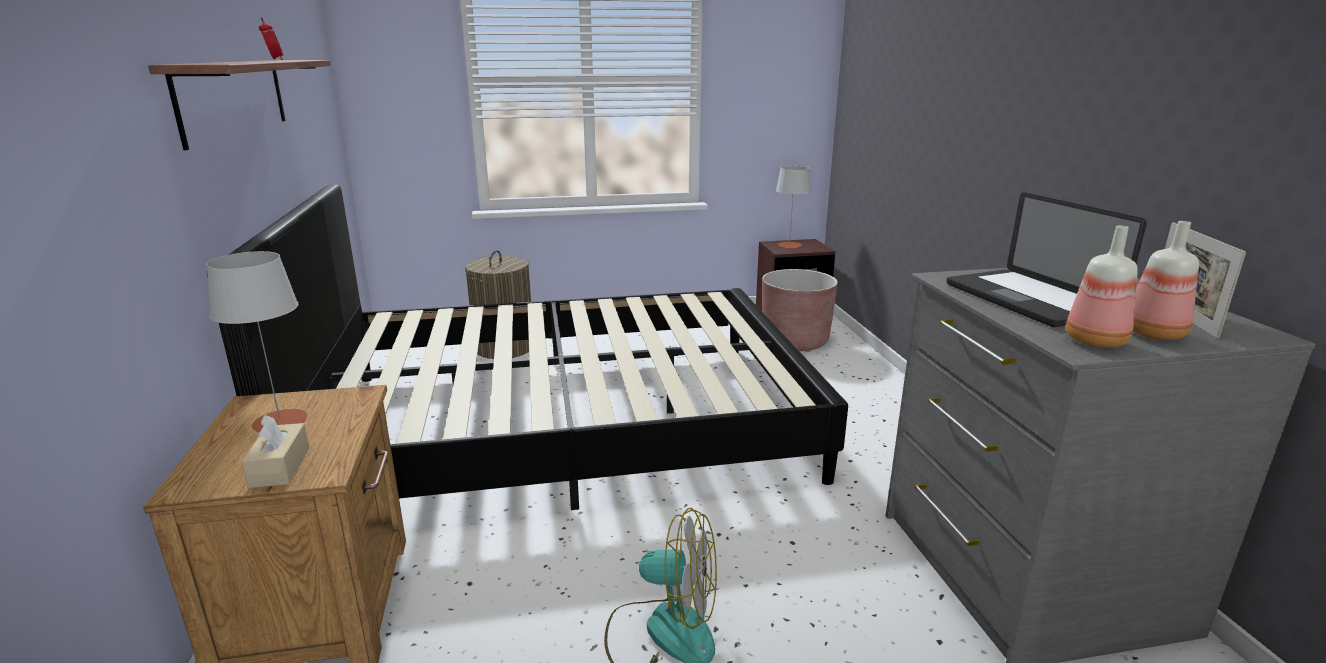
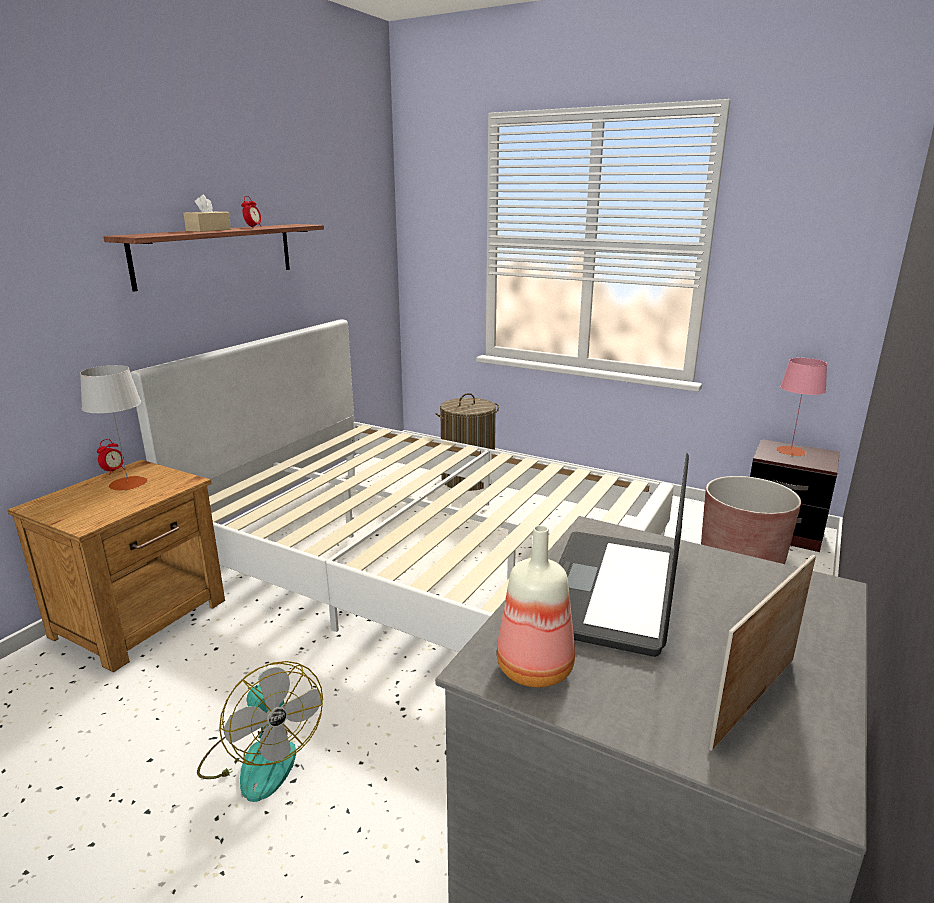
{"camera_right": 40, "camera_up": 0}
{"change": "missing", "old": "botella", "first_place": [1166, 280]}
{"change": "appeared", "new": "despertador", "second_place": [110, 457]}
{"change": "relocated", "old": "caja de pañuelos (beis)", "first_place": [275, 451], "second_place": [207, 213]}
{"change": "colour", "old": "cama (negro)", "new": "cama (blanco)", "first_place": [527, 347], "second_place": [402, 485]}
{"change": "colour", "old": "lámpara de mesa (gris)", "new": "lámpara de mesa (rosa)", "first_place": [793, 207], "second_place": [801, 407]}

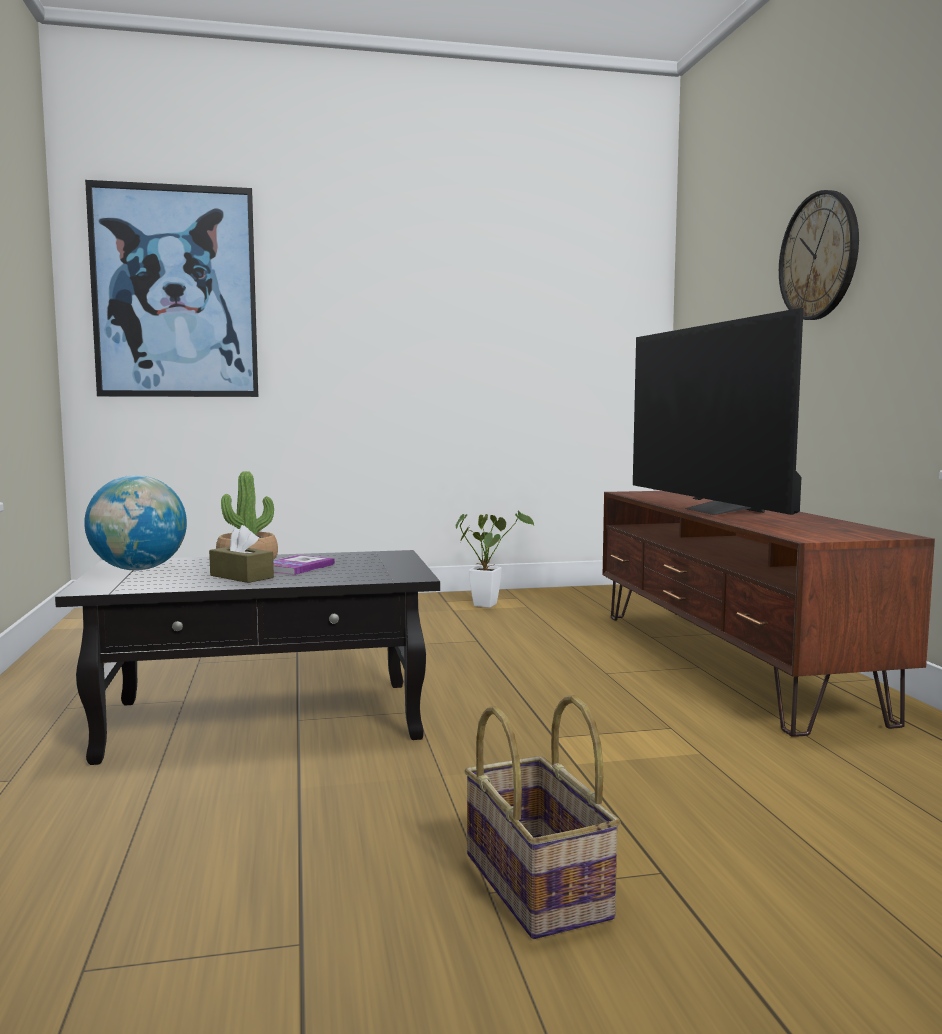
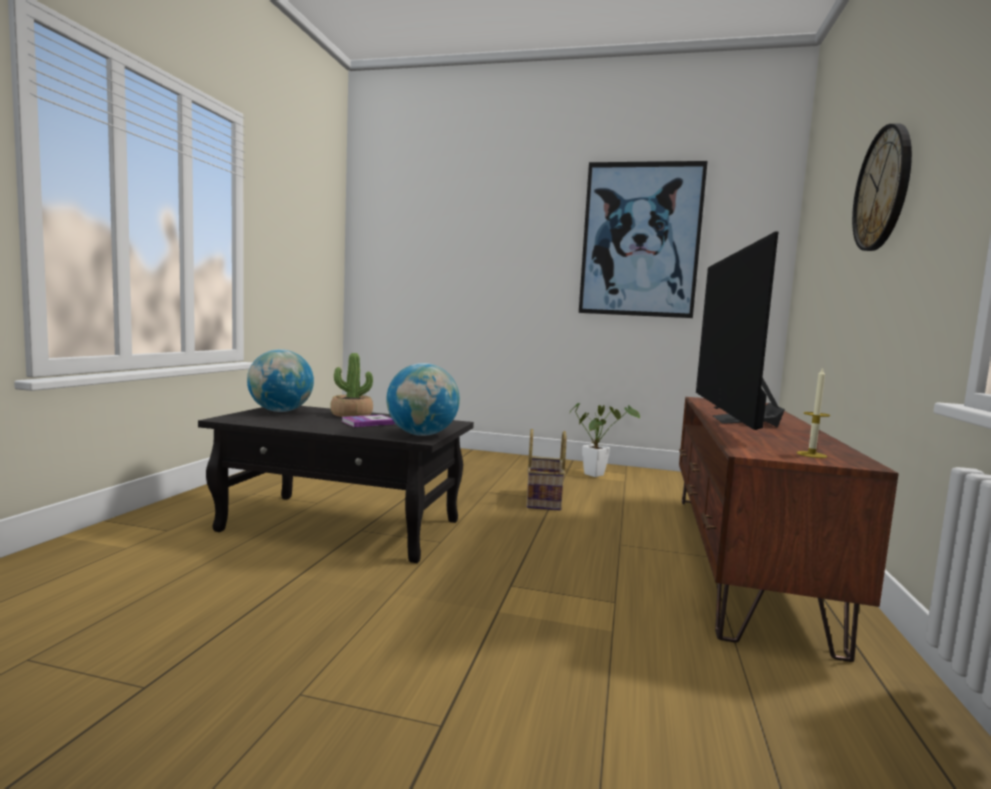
{"camera_right": 25, "camera_up": 0}
{"change": "missing", "old": "caja de pañuelos (marrón)", "first_place": [241, 554]}
{"change": "appeared", "new": "globo terráqueo", "second_place": [423, 399]}
{"change": "appeared", "new": "vela", "second_place": [813, 412]}
{"change": "relocated", "old": "cuadro", "first_place": [171, 288], "second_place": [643, 239]}
{"change": "relocated", "old": "cesta", "first_place": [542, 817], "second_place": [546, 470]}

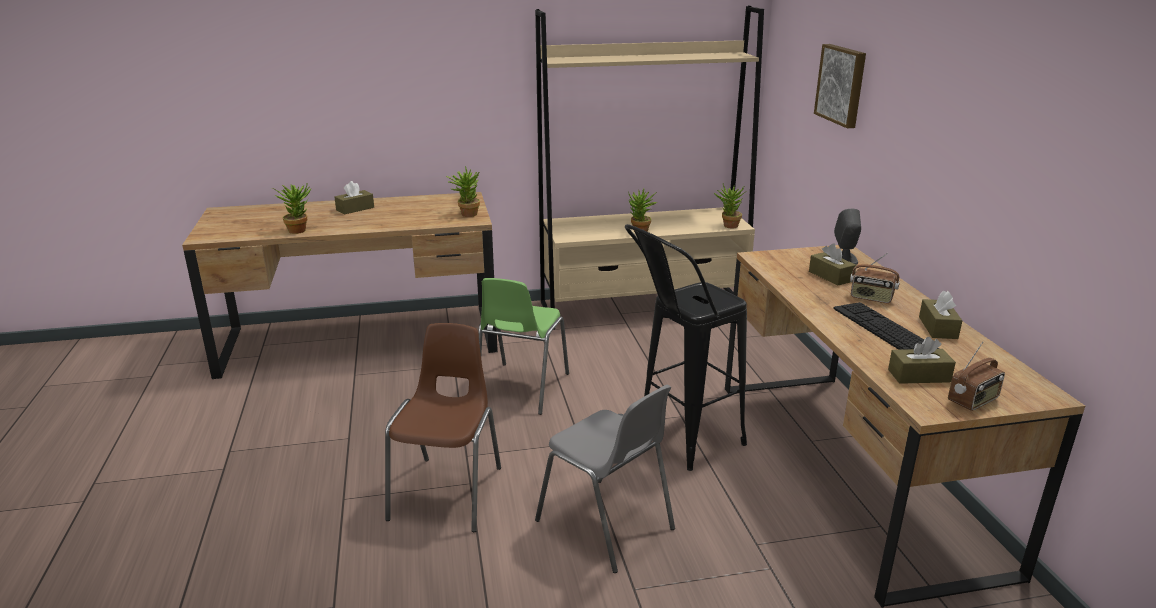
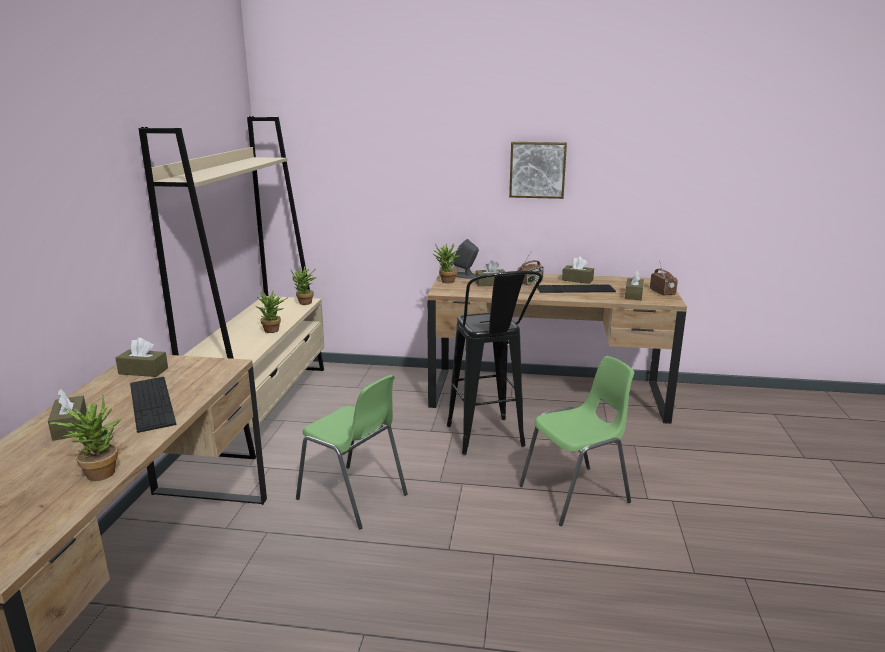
{"camera_right": -70, "camera_up": -5}
{"change": "missing", "old": "silla (marrón)", "first_place": [443, 427]}
{"change": "appeared", "new": "caja de pañuelos (marrón)", "second_place": [141, 357]}
{"change": "appeared", "new": "teclado", "second_place": [153, 405]}
{"change": "relocated", "old": "planta en maceta", "first_place": [463, 191], "second_place": [447, 263]}
{"change": "relocated", "old": "cuadro", "first_place": [840, 86], "second_place": [538, 170]}
{"change": "colour", "old": "silla (gris)", "new": "silla (verde)", "first_place": [605, 479], "second_place": [576, 441]}

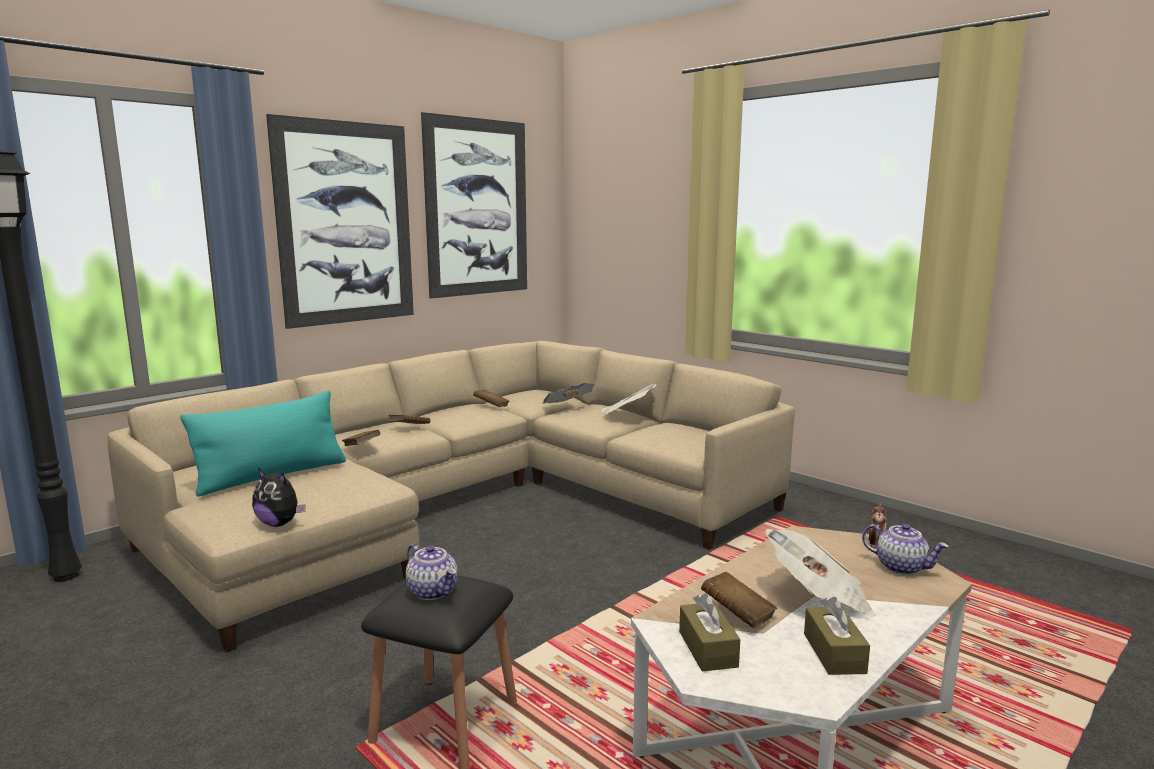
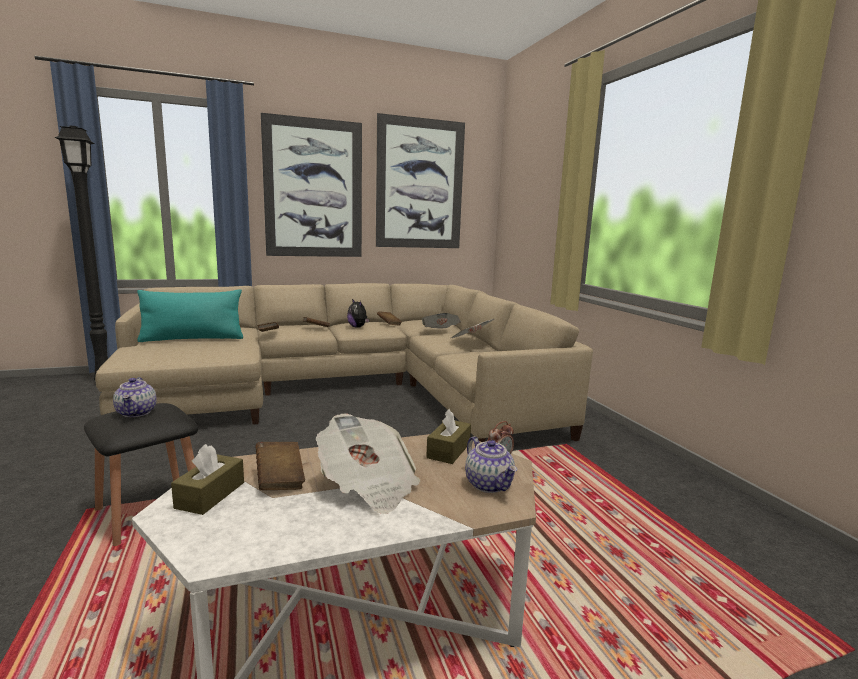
{"camera_right": 25, "camera_up": 0}
{"change": "relocated", "old": "peluche", "first_place": [279, 497], "second_place": [358, 313]}
{"change": "relocated", "old": "caja de pañuelos (marrón)", "first_place": [837, 636], "second_place": [448, 436]}

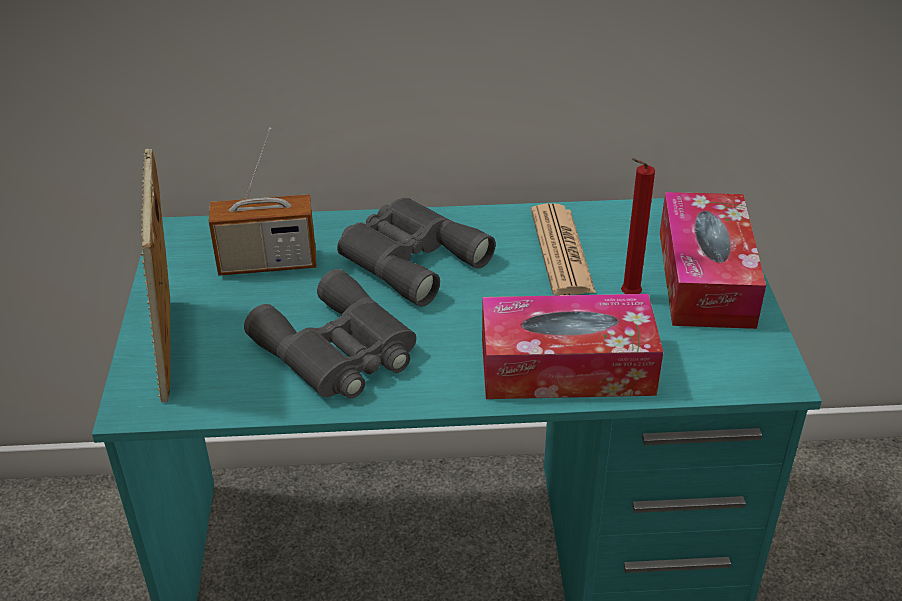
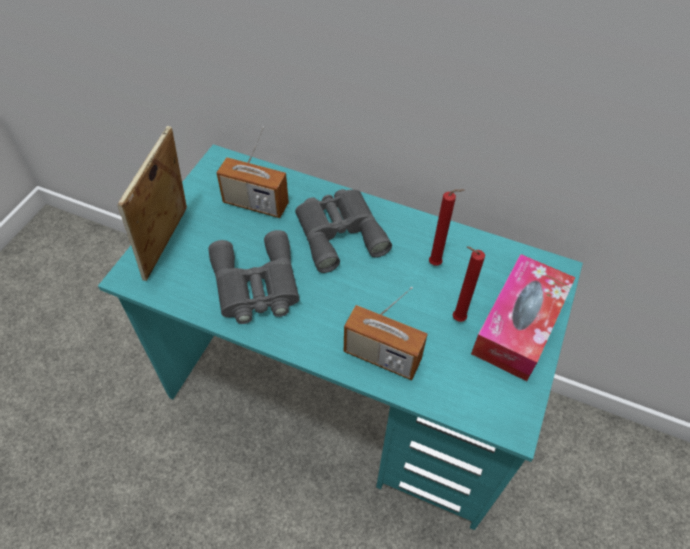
{"camera_right": 25, "camera_up": 15}
{"change": "exchanged", "old": "caja de pañuelos", "new": "radio", "first_place": [572, 346], "second_place": [386, 333]}
{"change": "exchanged", "old": "periódico", "new": "vela (rojo)", "first_place": [563, 249], "second_place": [446, 227]}

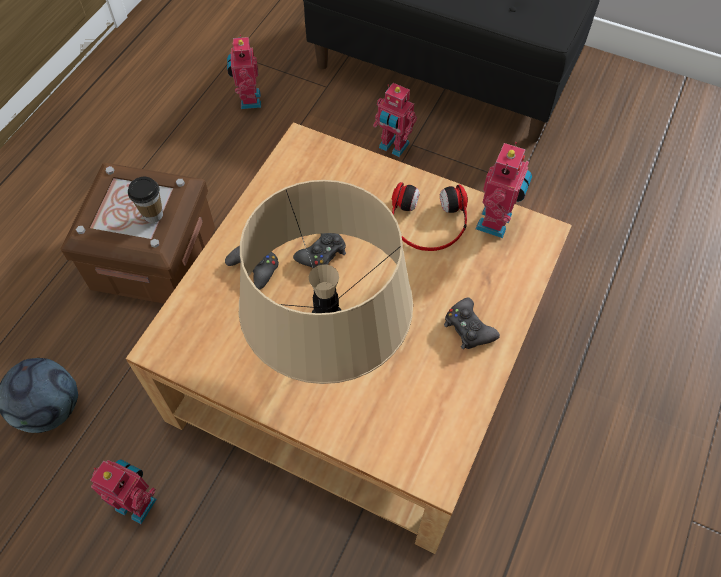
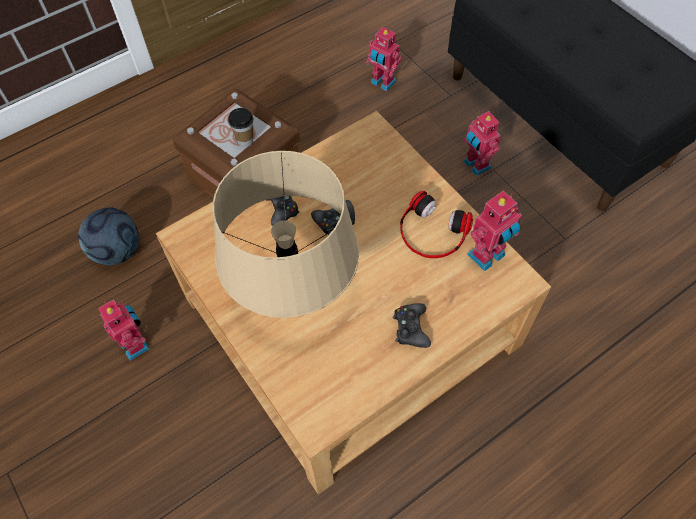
{"camera_right": 30, "camera_up": 0}
{"change": "spun", "old": "robot de juguete", "first_place": [244, 71], "second_place": [384, 59], "degrees": -75}

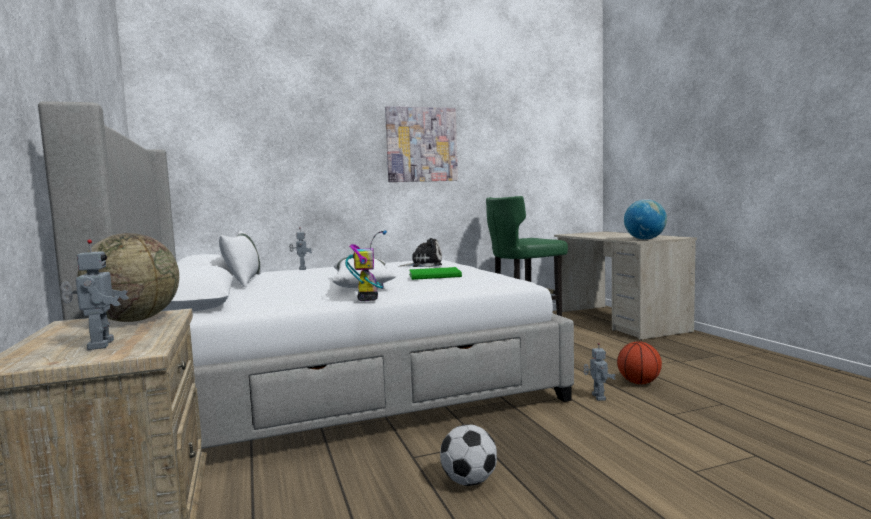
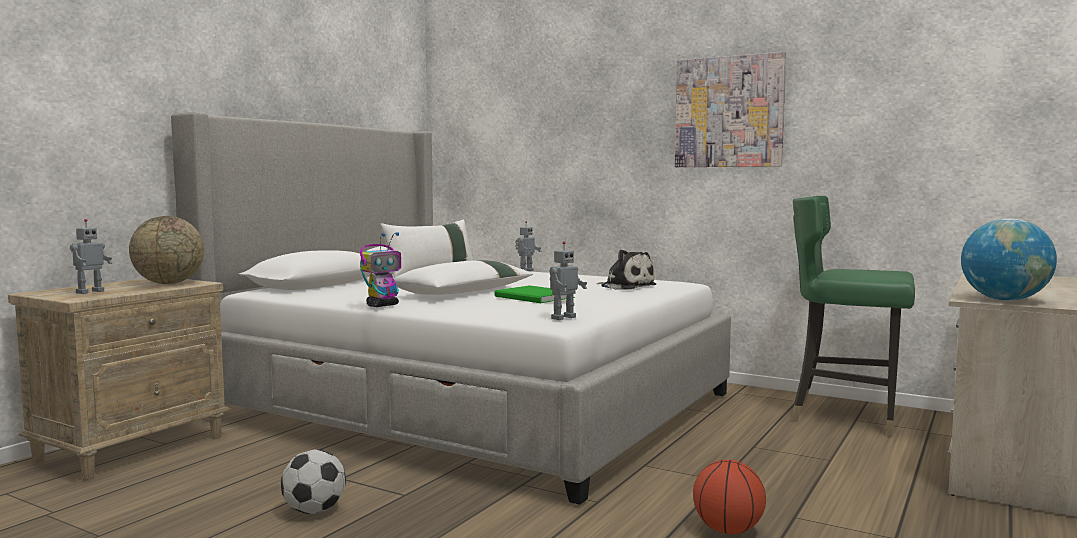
{"camera_right": 50, "camera_up": 0}
{"change": "relocated", "old": "robot de juguete", "first_place": [599, 372], "second_place": [568, 280]}

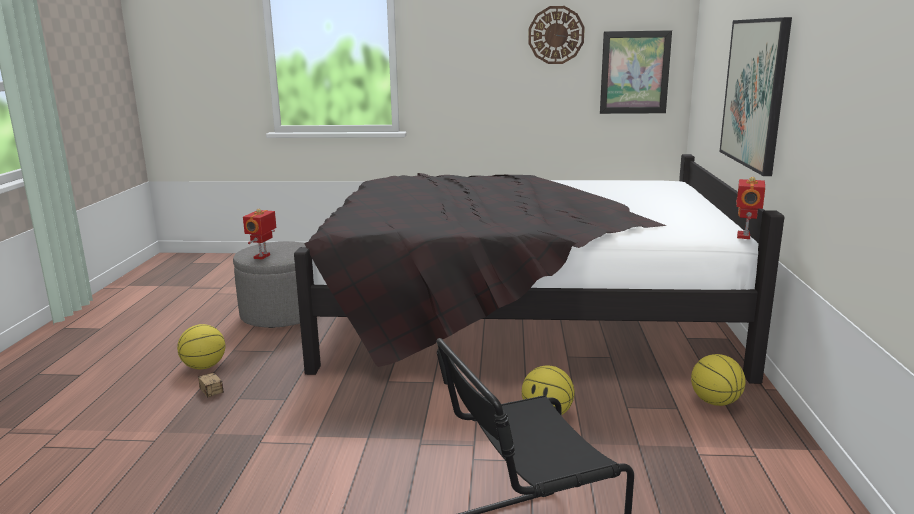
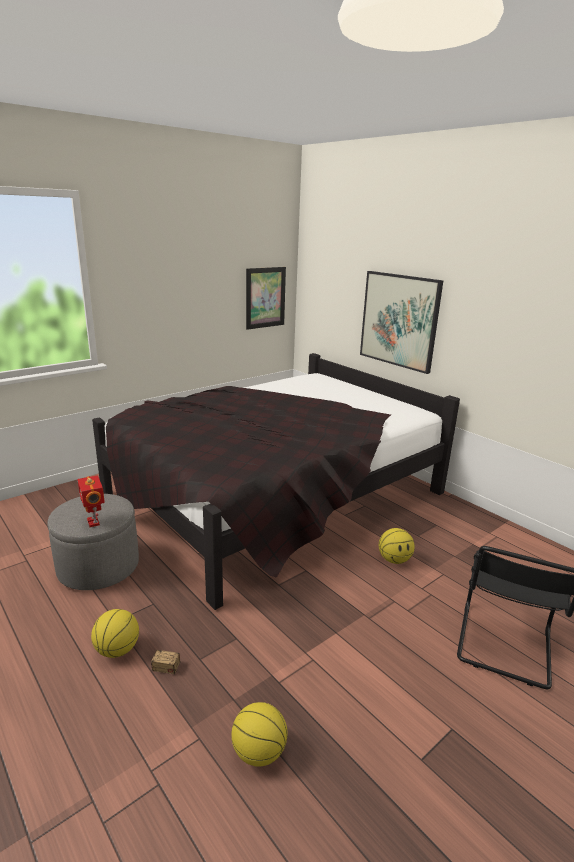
{"camera_right": -45, "camera_up": 5}
{"change": "missing", "old": "reloj de pared", "first_place": [556, 35]}
{"change": "missing", "old": "robot de juguete", "first_place": [750, 208]}
{"change": "relocated", "old": "balón de baloncesto", "first_place": [718, 380], "second_place": [259, 734]}

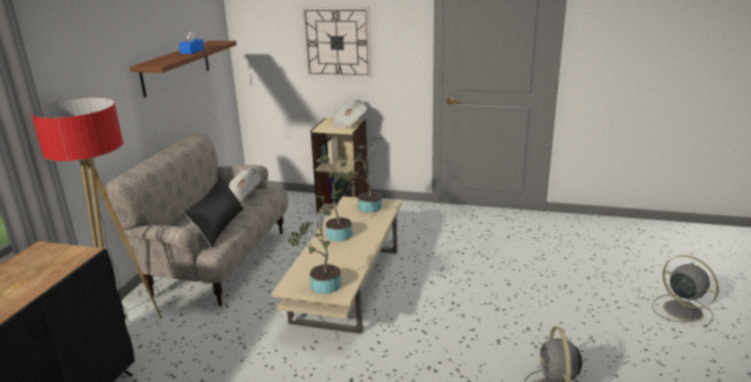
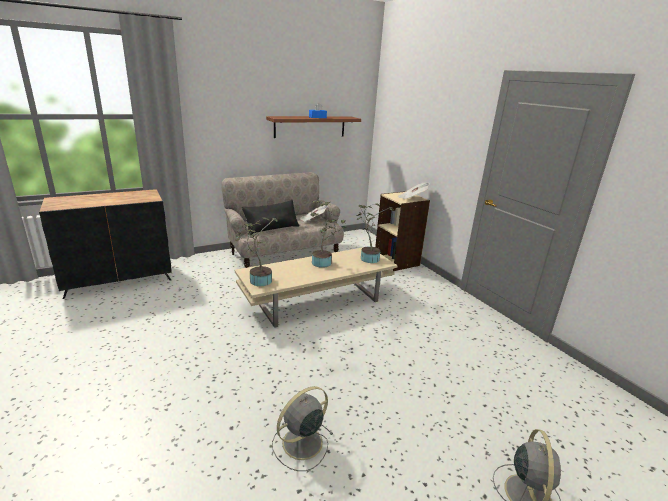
{"camera_right": 45, "camera_up": 0}
{"change": "missing", "old": "lámpara de pie", "first_place": [96, 210]}
{"change": "missing", "old": "reloj de pared", "first_place": [336, 42]}

